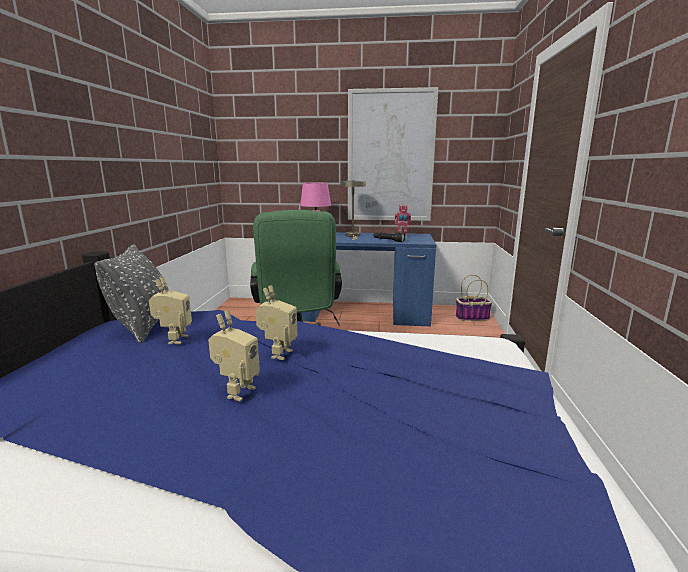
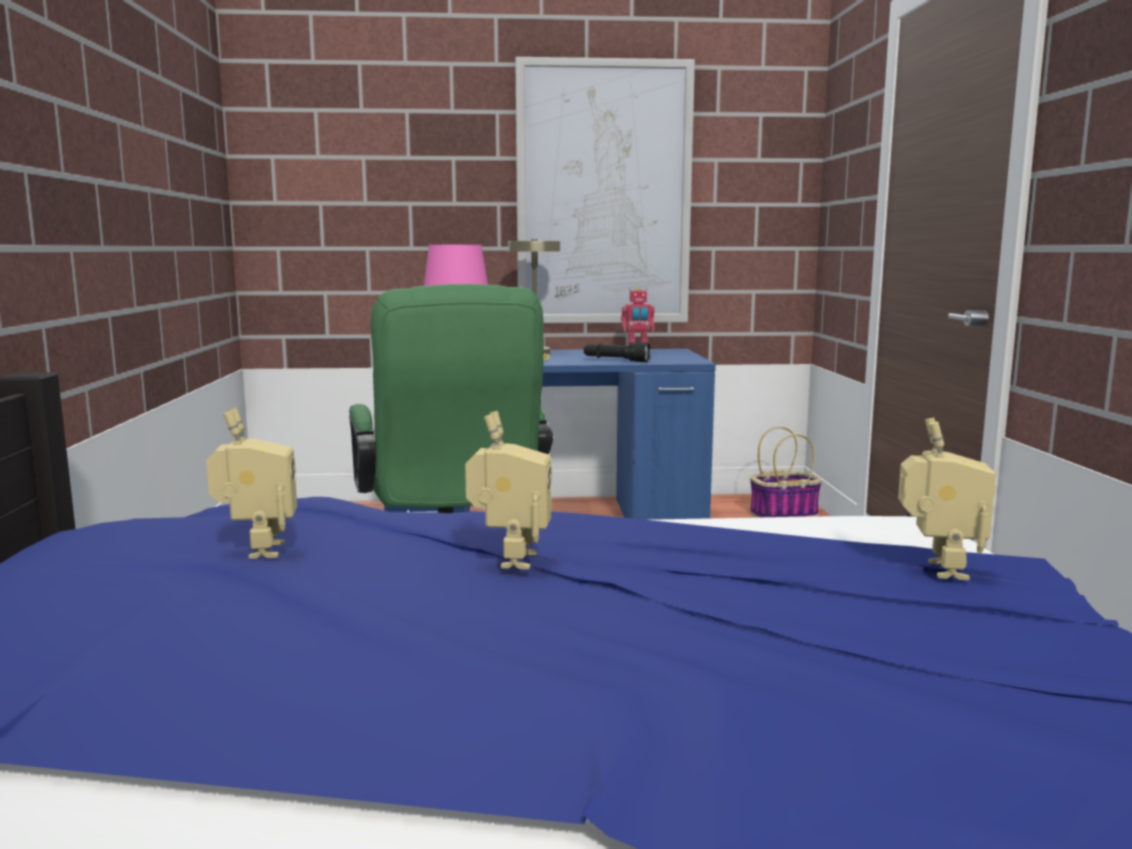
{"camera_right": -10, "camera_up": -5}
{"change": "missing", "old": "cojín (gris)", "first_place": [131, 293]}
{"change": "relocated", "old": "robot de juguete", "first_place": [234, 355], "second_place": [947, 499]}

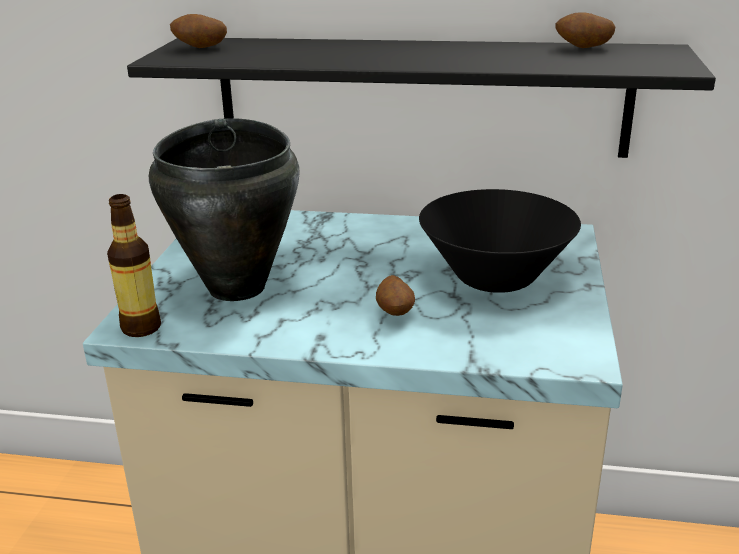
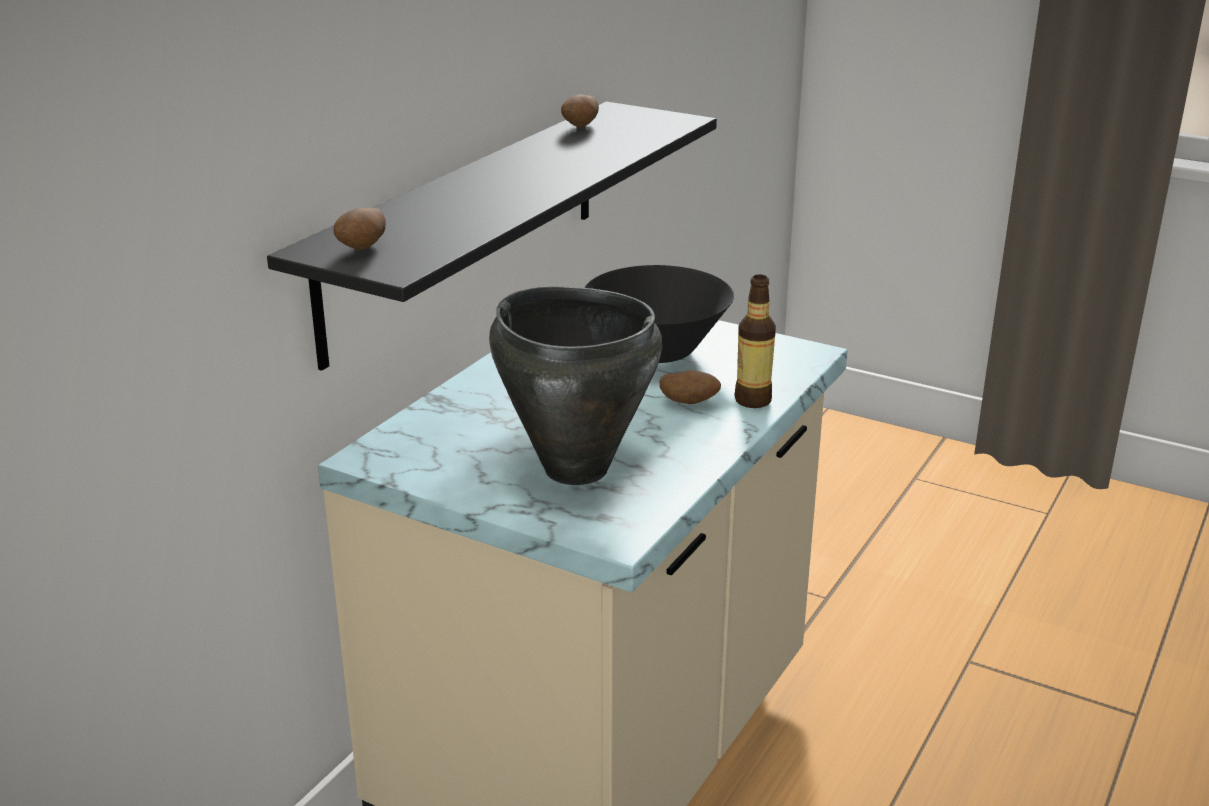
{"camera_right": -70, "camera_up": 0}
{"change": "relocated", "old": "botella", "first_place": [134, 265], "second_place": [755, 341]}

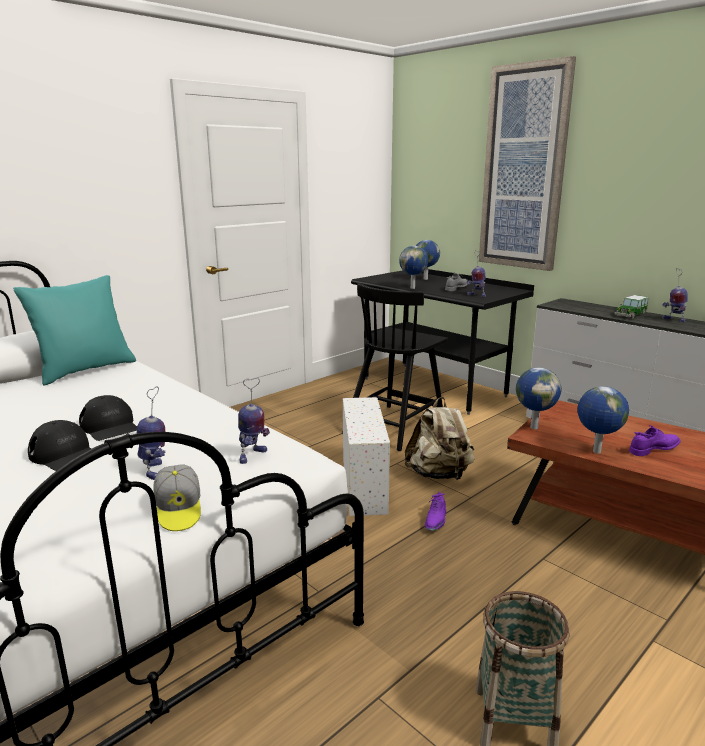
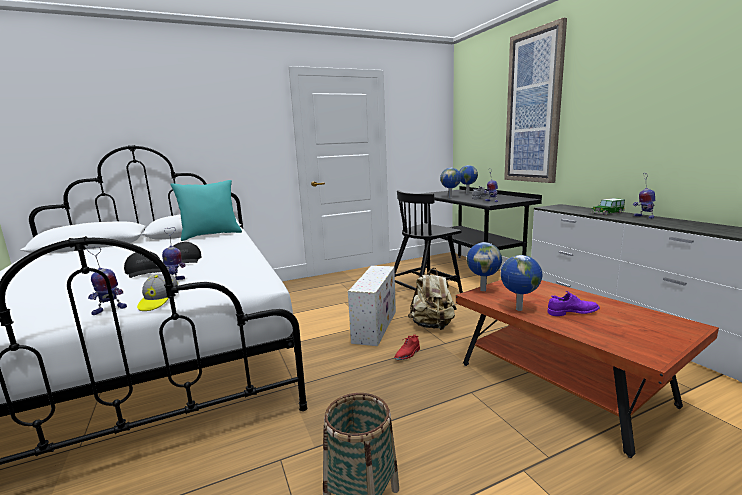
{"camera_right": 20, "camera_up": -5}
{"change": "relocated", "old": "robot de juguete", "first_place": [254, 421], "second_place": [106, 281]}
{"change": "colour", "old": "zapato (morado)", "new": "zapato (rojo)", "first_place": [435, 511], "second_place": [407, 347]}

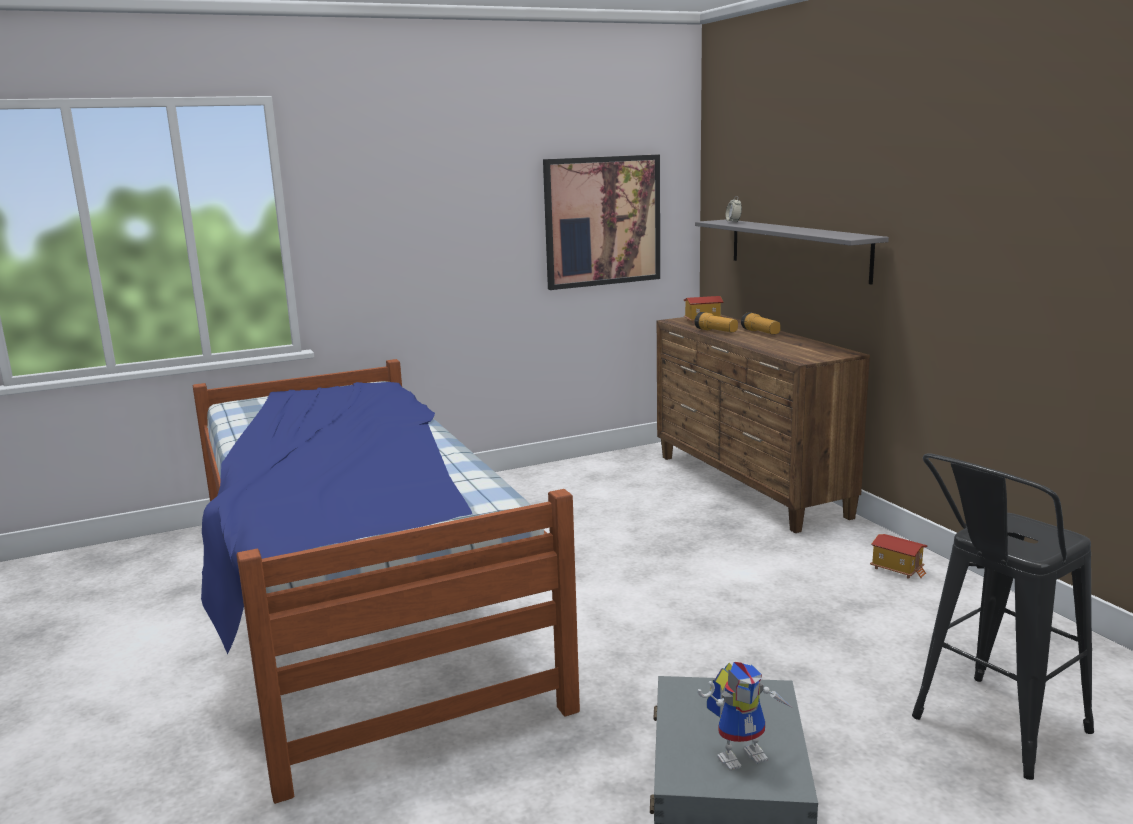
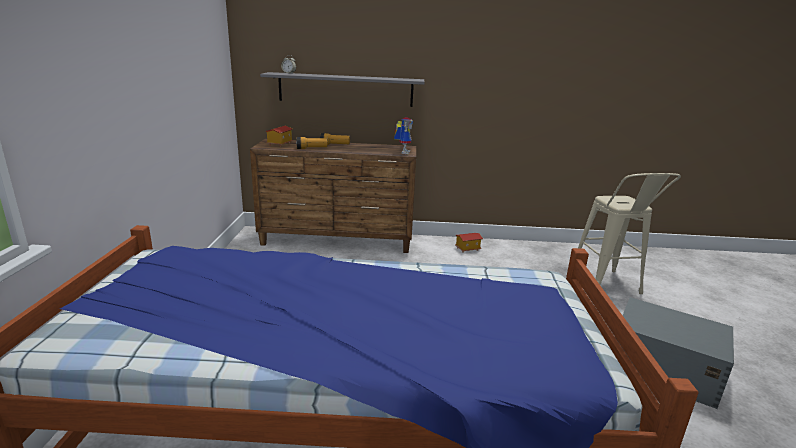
{"camera_right": -65, "camera_up": 5}
{"change": "missing", "old": "cuadro", "first_place": [601, 222]}
{"change": "relocated", "old": "robot de juguete", "first_place": [744, 716], "second_place": [403, 135]}
{"change": "colour", "old": "taburete (negro)", "new": "taburete (beis)", "first_place": [1003, 616], "second_place": [629, 233]}

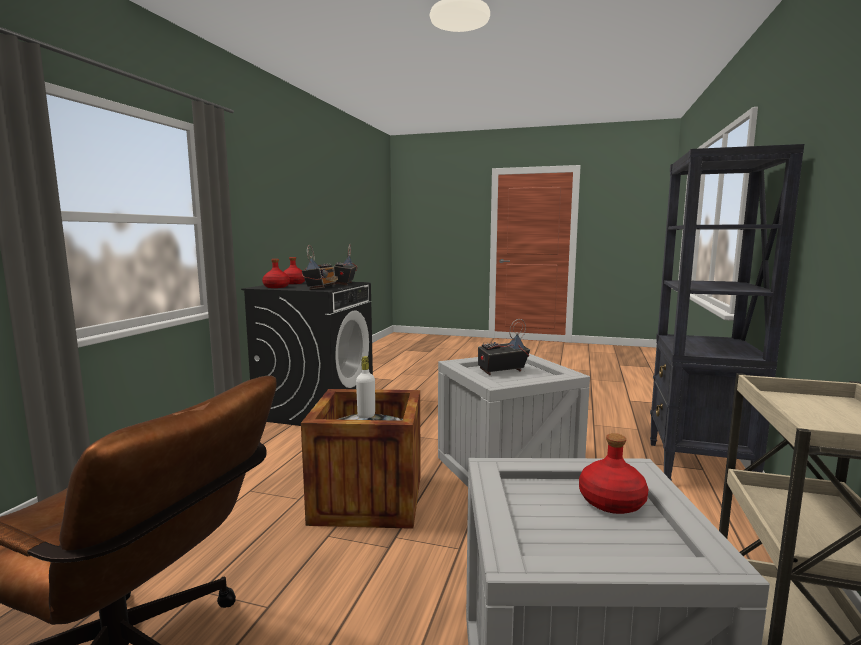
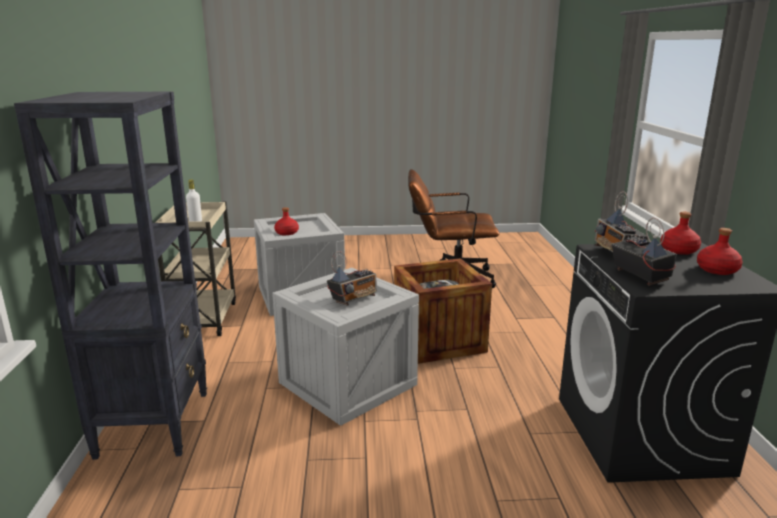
{"camera_right": 160, "camera_up": 10}
{"change": "relocated", "old": "botella (blanco)", "first_place": [365, 387], "second_place": [194, 200]}

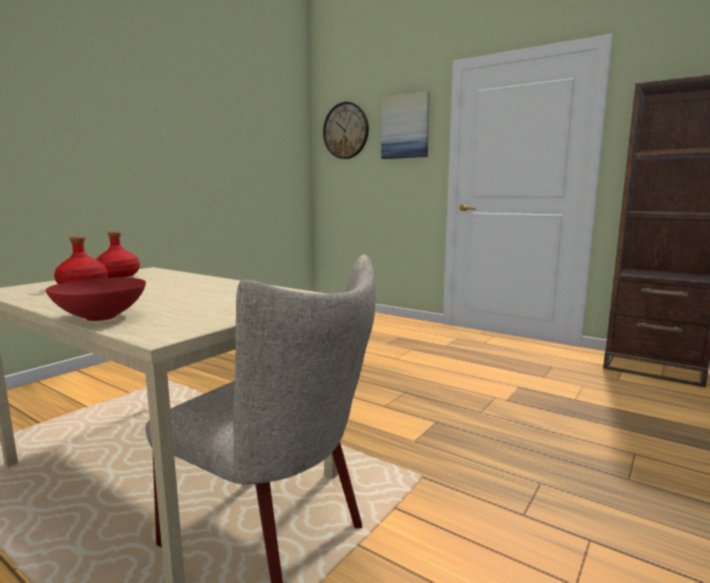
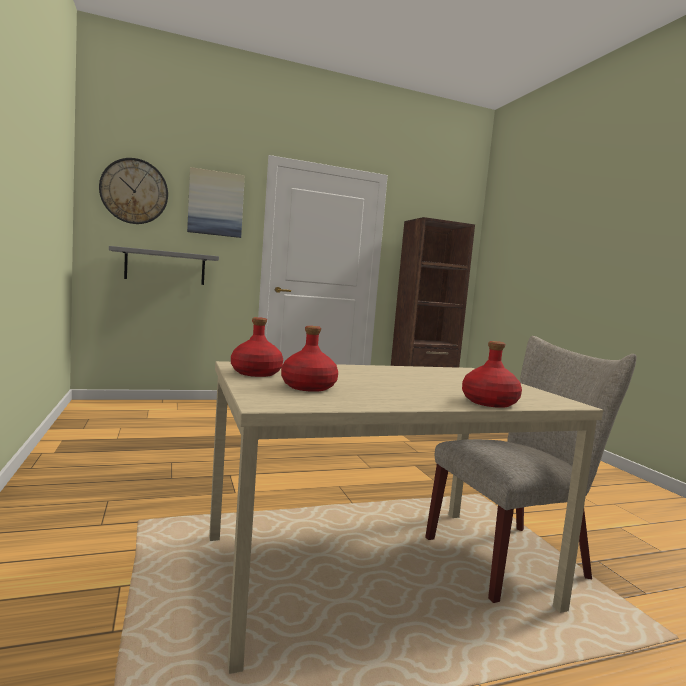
{"camera_right": -55, "camera_up": -5}
{"change": "appeared", "new": "estante (gris)", "second_place": [164, 265]}
{"change": "exchanged", "old": "cuenco (rojo)", "new": "botella (rojo)", "first_place": [95, 299], "second_place": [492, 374]}

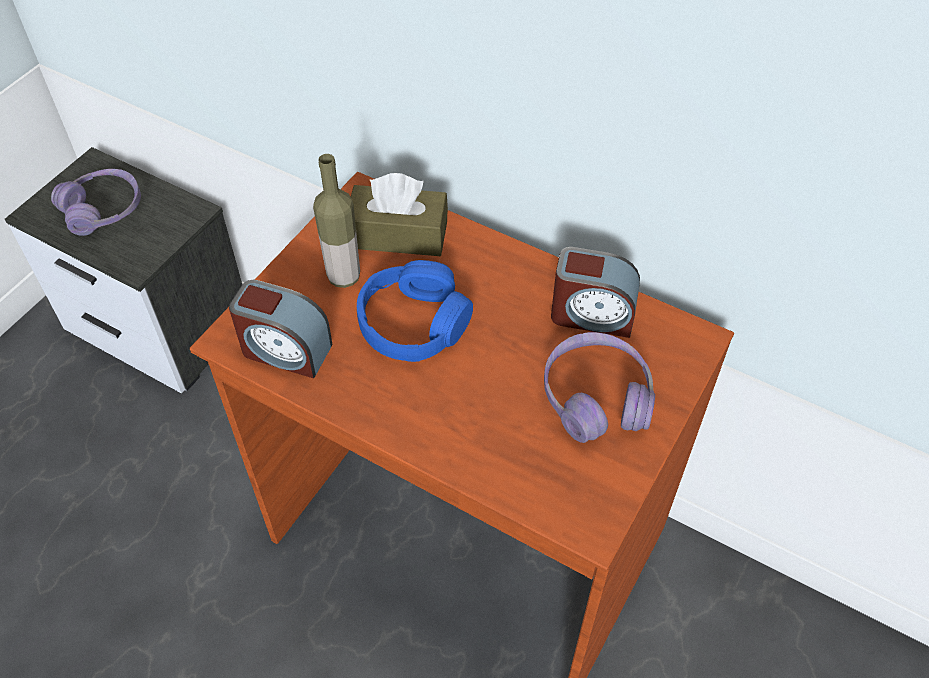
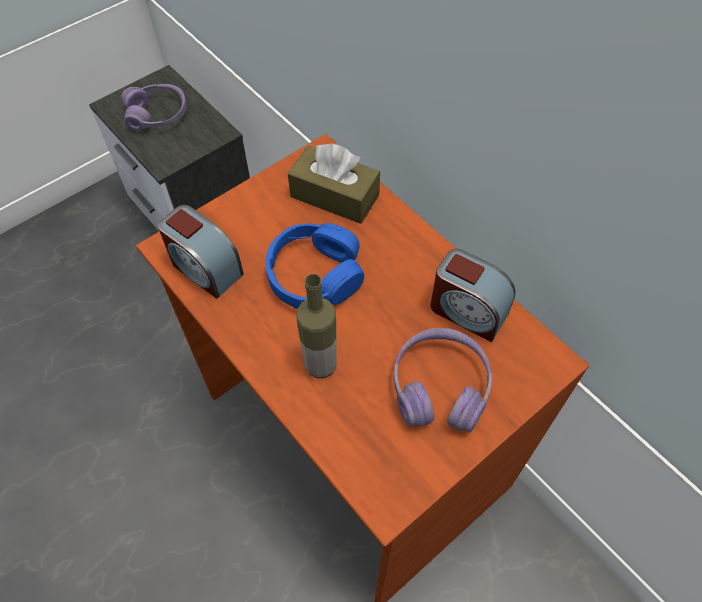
{"camera_right": 20, "camera_up": 5}
{"change": "relocated", "old": "botella", "first_place": [336, 221], "second_place": [316, 326]}

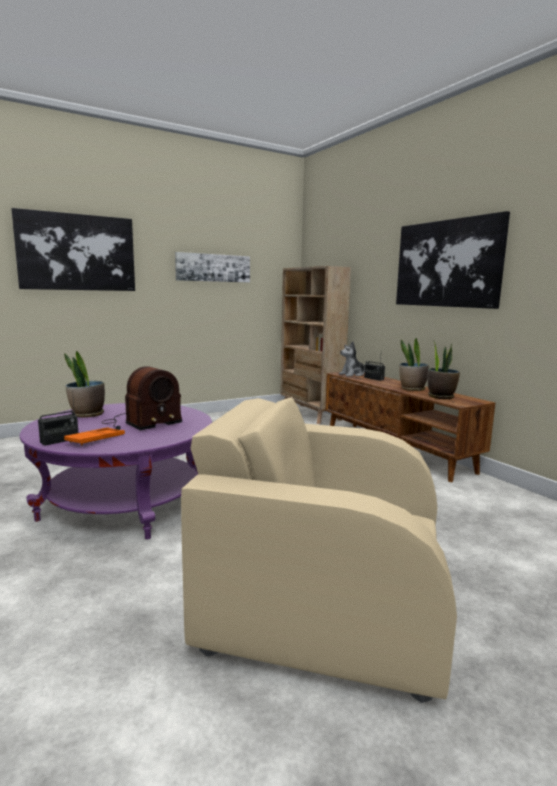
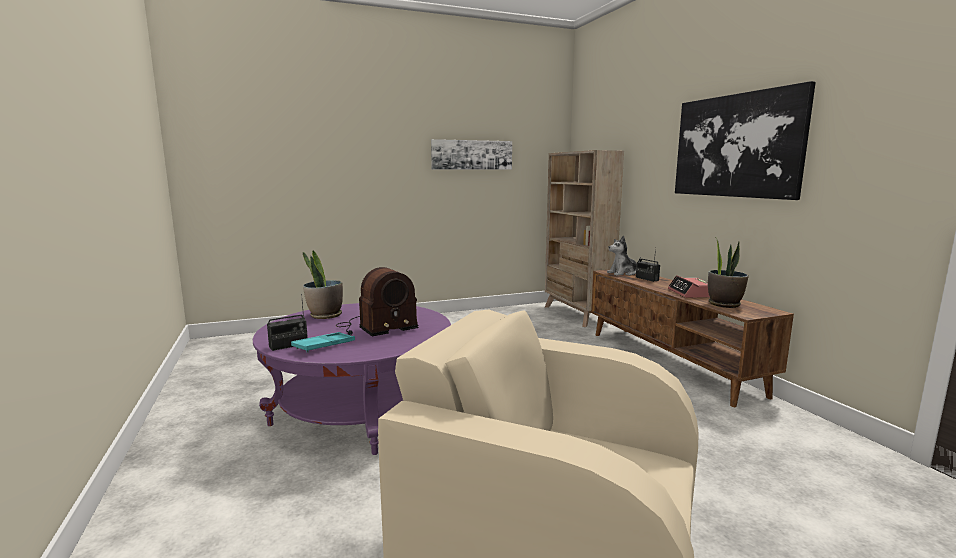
{"camera_right": 10, "camera_up": 0}
{"change": "missing", "old": "cuadro", "first_place": [73, 249]}
{"change": "exchanged", "old": "planta en maceta", "new": "despertador", "first_place": [414, 364], "second_place": [689, 286]}
{"change": "colour", "old": "bandeja (naranja)", "new": "bandeja (turquesa)", "first_place": [94, 436], "second_place": [323, 342]}

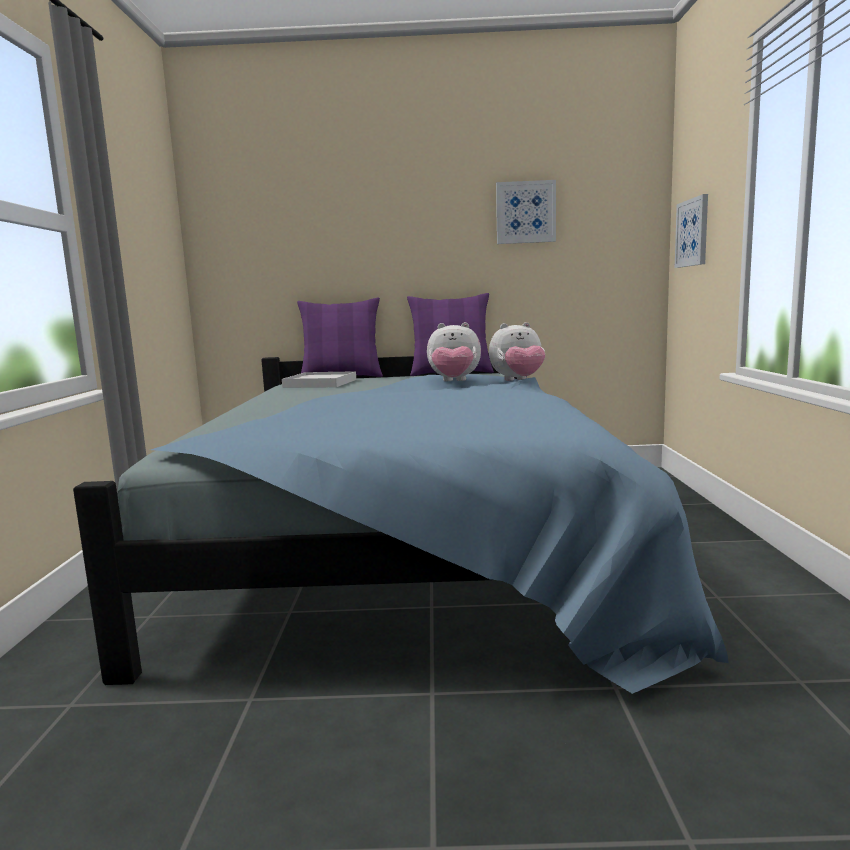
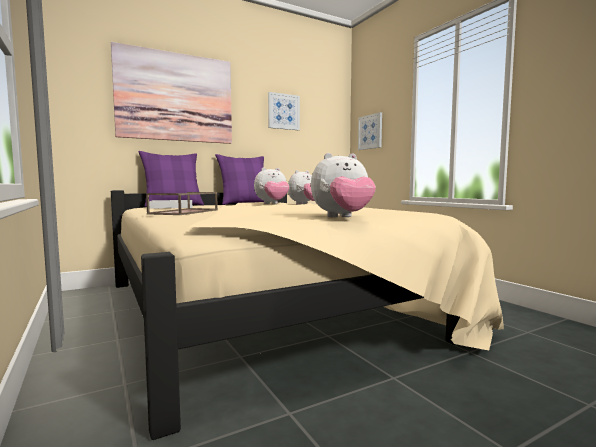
{"camera_right": -30, "camera_up": -5}
{"change": "appeared", "new": "cuadro", "second_place": [171, 93]}
{"change": "appeared", "new": "bandeja (marrón)", "second_place": [182, 203]}
{"change": "appeared", "new": "peluche", "second_place": [343, 185]}
{"change": "colour", "old": "cama (azul)", "new": "cama (beis)", "first_place": [401, 523], "second_place": [307, 315]}

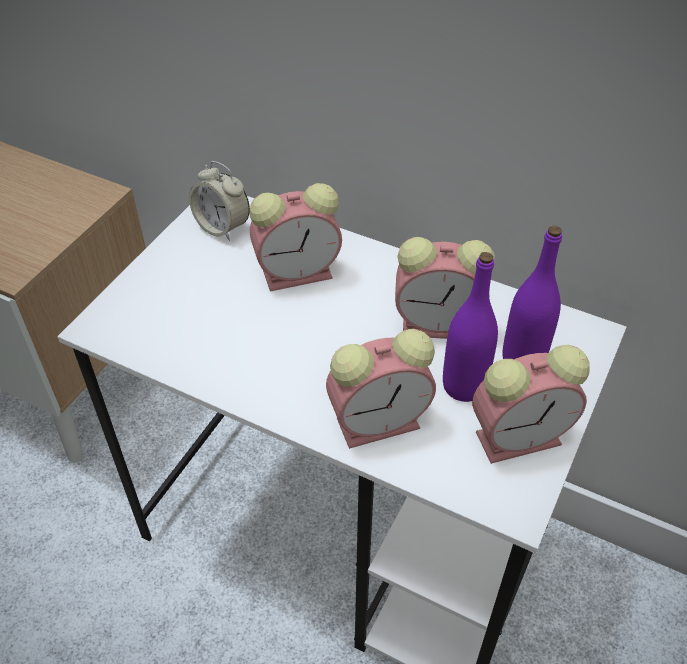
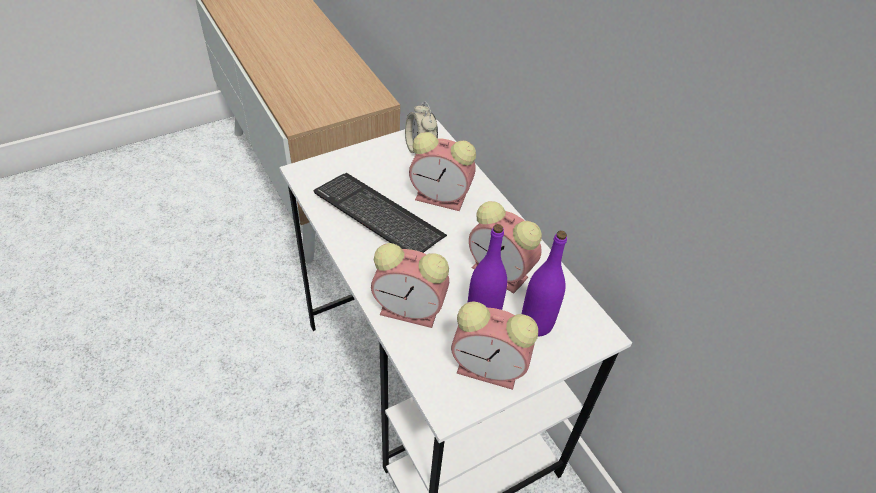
{"camera_right": 30, "camera_up": 0}
{"change": "appeared", "new": "teclado", "second_place": [380, 213]}

